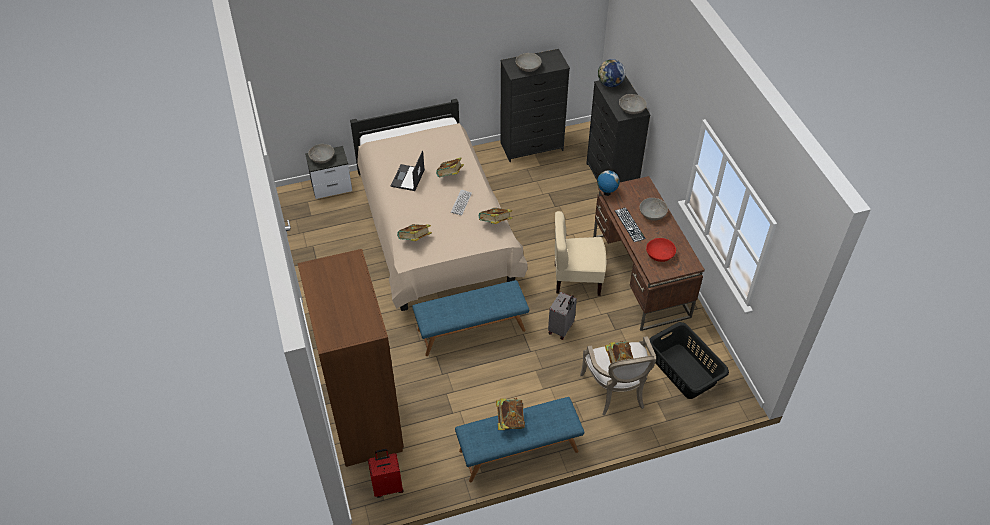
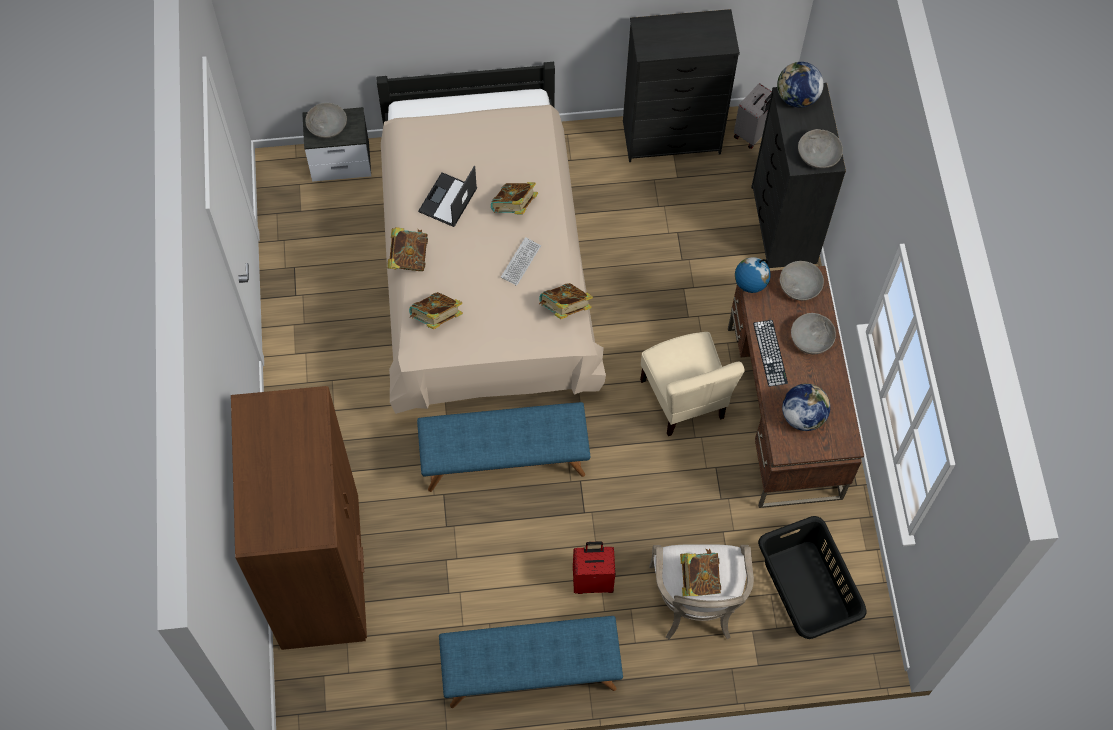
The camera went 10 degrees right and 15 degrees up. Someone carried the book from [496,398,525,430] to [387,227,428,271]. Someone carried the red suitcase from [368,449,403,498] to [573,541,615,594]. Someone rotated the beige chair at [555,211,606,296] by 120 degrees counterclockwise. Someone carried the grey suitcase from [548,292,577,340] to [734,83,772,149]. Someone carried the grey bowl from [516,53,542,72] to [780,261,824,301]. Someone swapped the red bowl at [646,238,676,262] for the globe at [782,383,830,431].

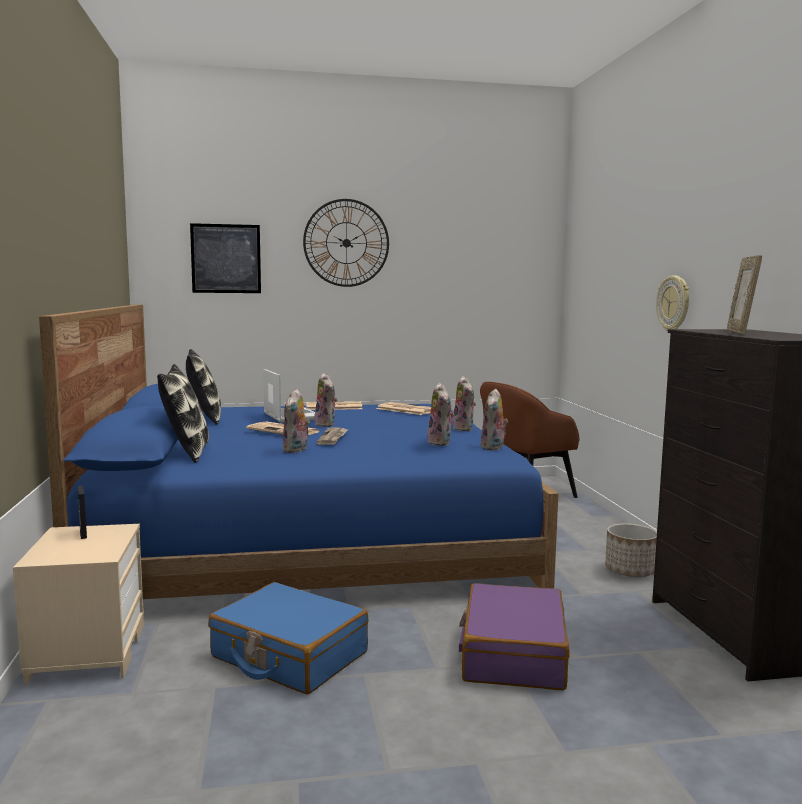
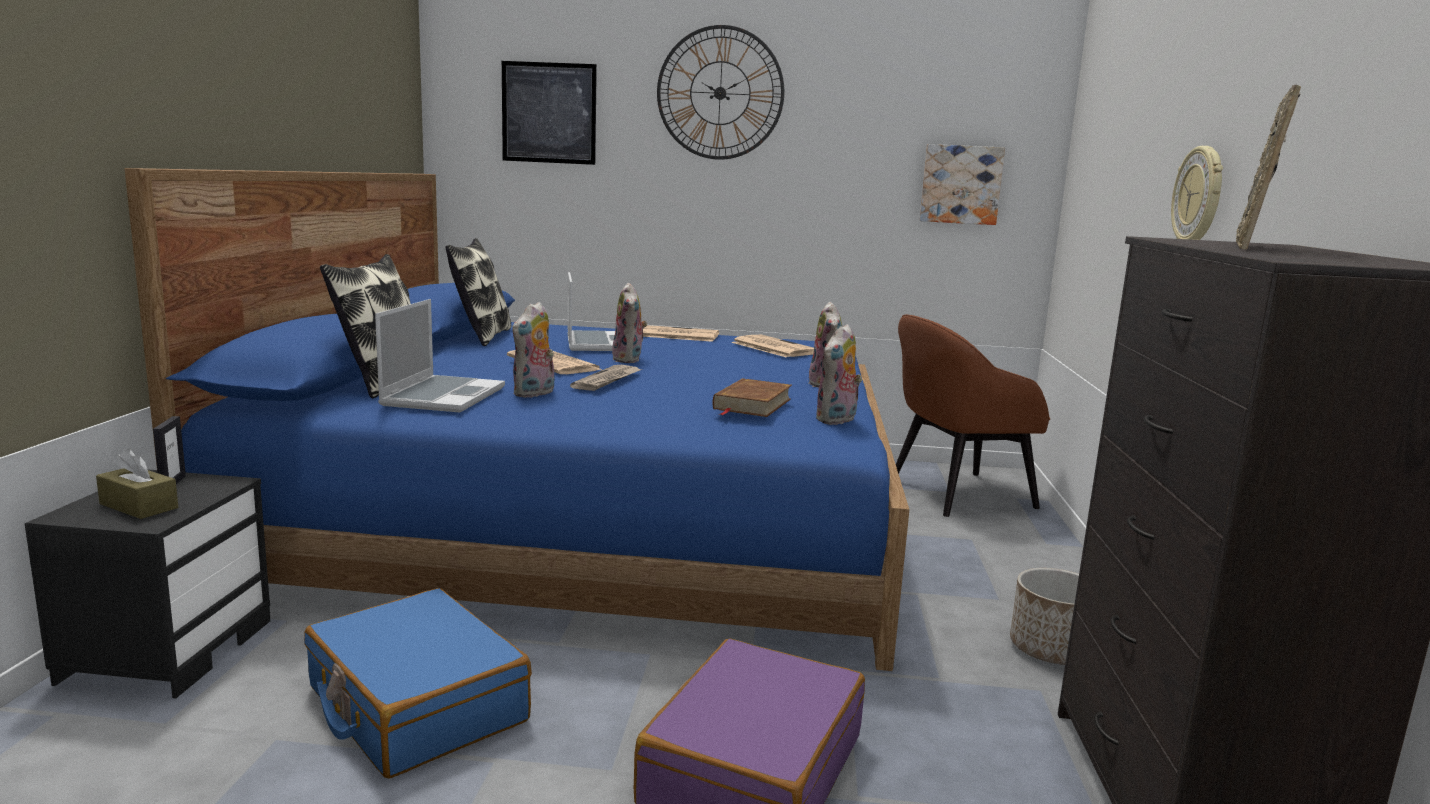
The camera went 15 degrees right and 5 degrees up. Someone repainted the beige nightstand at [13,524,144,686], which became the black nightstand at [25,470,270,699]. Someone put down the brown tissue box at [96,449,178,519]. Someone put down the laptop at [375,299,505,413]. Someone swapped the plush toy at [427,383,454,446] for the brown book at [713,378,792,417]. Someone put up the picture at [919,144,1005,225].

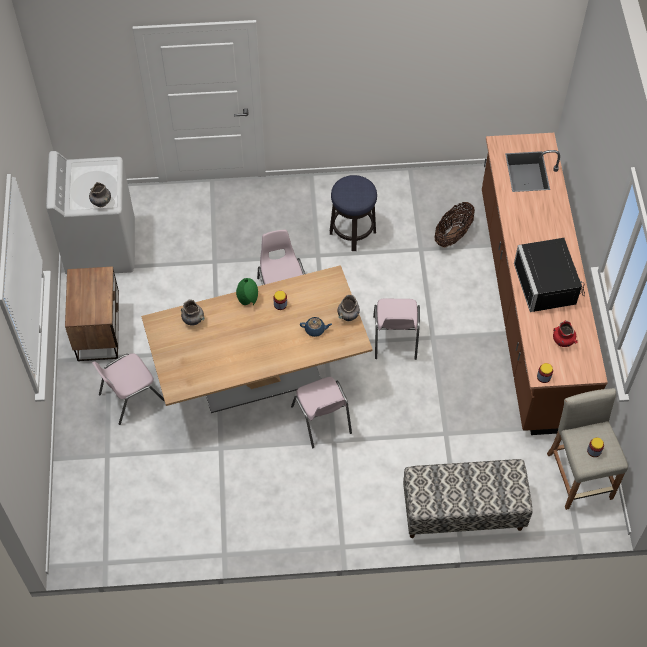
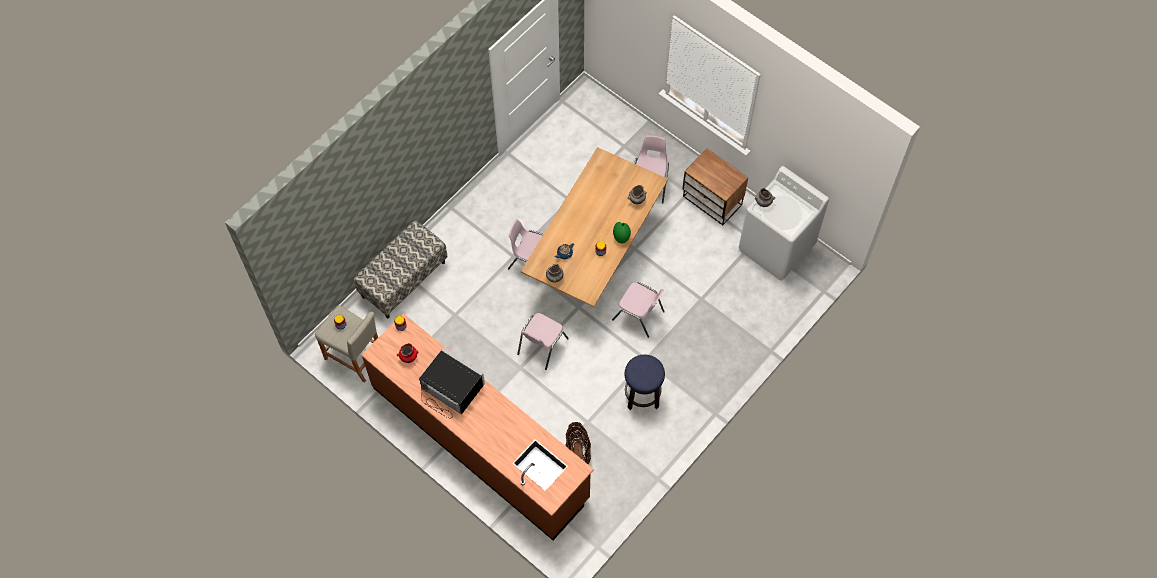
The camera went 135 degrees right and 5 degrees up. Someone rotated the pink chair at [373,298,420,360] by 105 degrees counterclockwise.

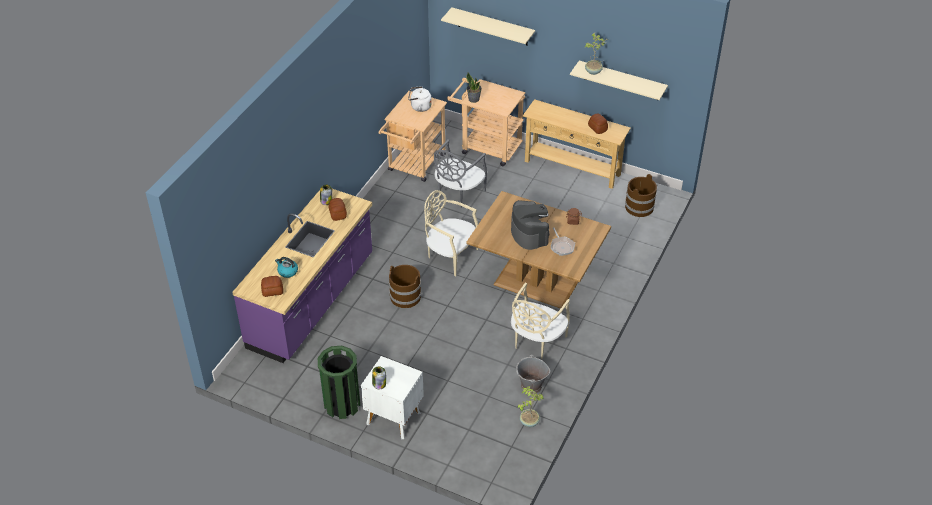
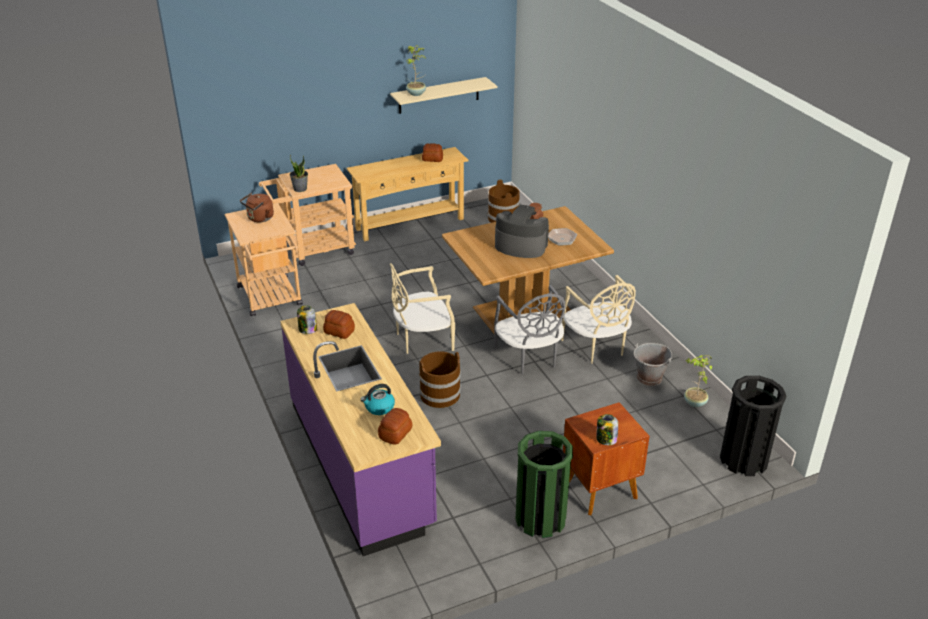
The camera went 50 degrees left and 10 degrees down. Someone repainted the white kettle at [408,86,432,112], which became the brown kettle at [240,193,274,222]. Someone carried the grey chair from [434,139,487,208] to [494,285,565,375]. Someone repainted the white nightstand at [361,356,424,439], which became the brown nightstand at [563,402,649,515]. Someone put down the black trash can at [720,376,786,476]. Someone took away the beige shelf at [441,7,535,46].

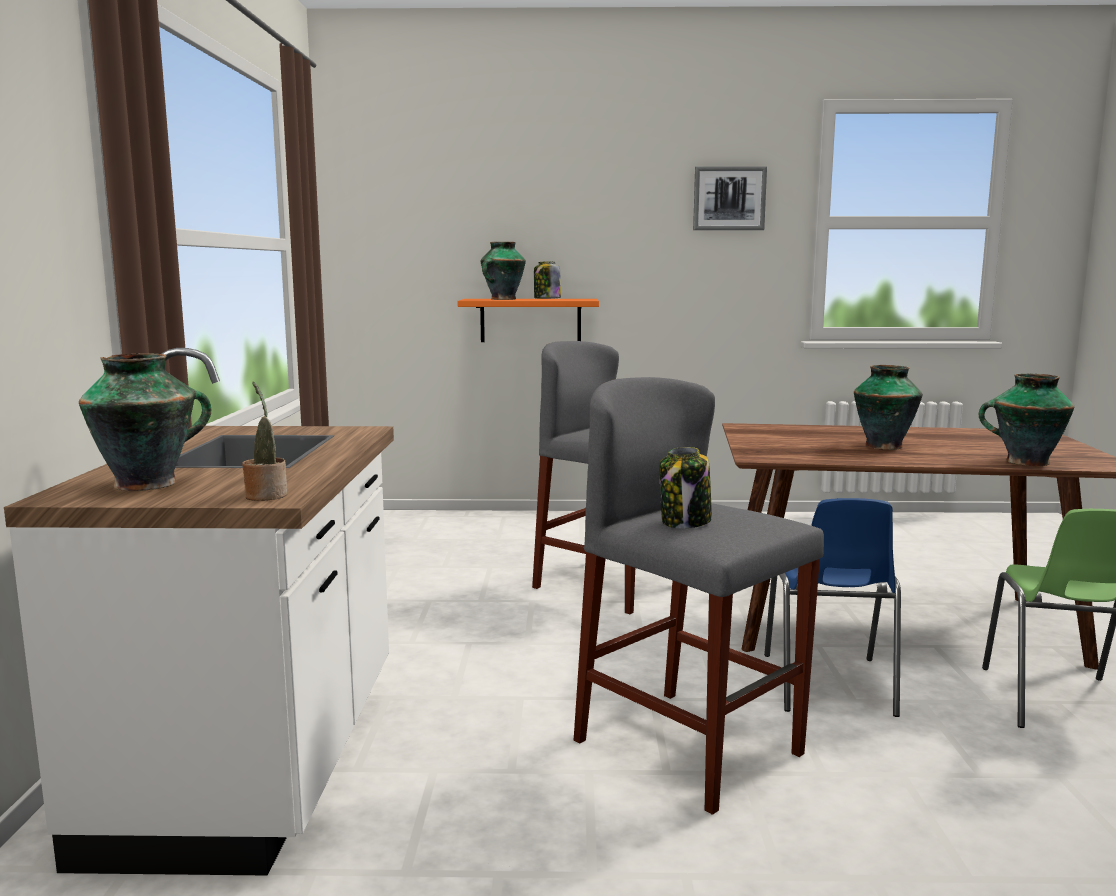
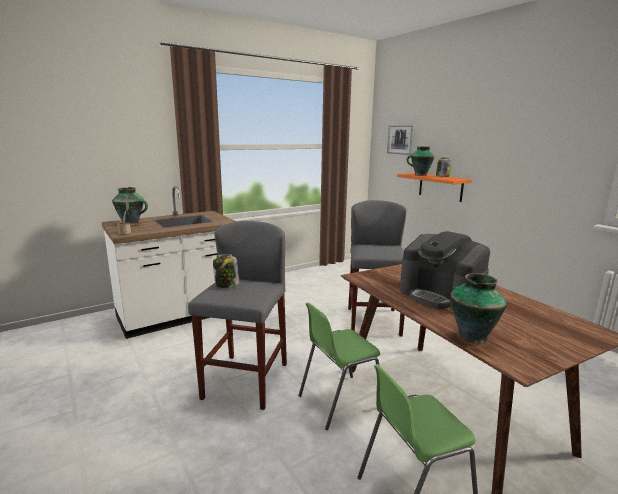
The camera went 55 degrees right and 5 degrees up. Someone repainted the blue chair at [764,498,901,717], which became the green chair at [298,302,380,430]. Someone carried the picture from [693,166,767,230] to [387,125,415,155]. Someone swapped the vase at [854,365,923,450] for the coffee machine at [400,231,490,311].

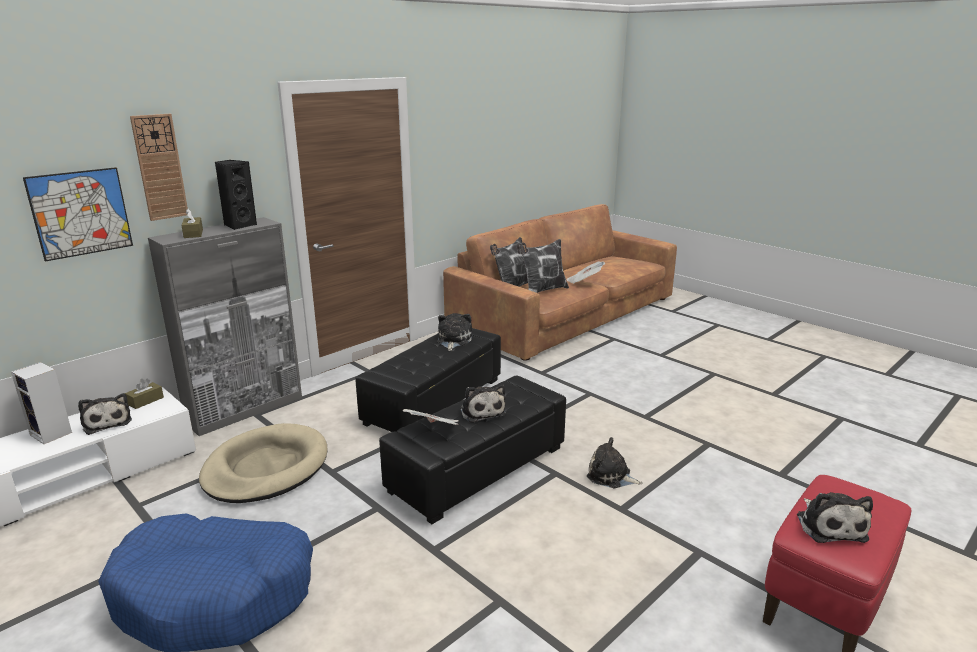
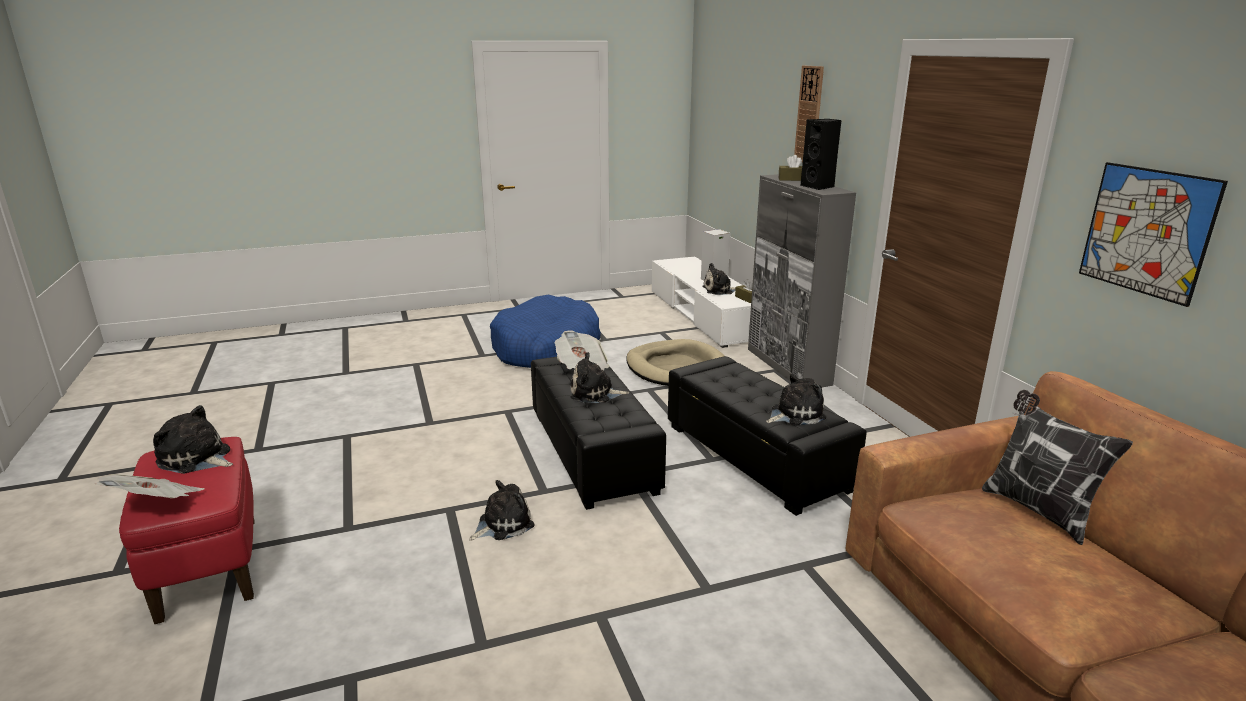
The camera went 115 degrees right and 0 degrees up. Someone carried the newspaper from [566,261,605,284] to [95,474,204,498]. Someone rotated the plush toy at [437,313,472,351] by 60 degrees counterclockwise. Someone carried the picture from [23,167,133,262] to [1079,162,1228,307]. Someone took away the pillow at [517,239,569,293].

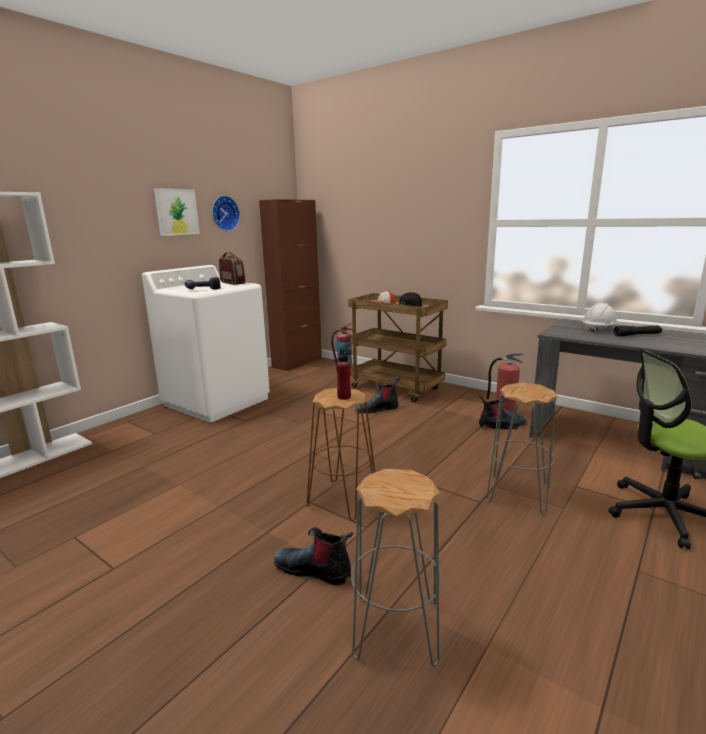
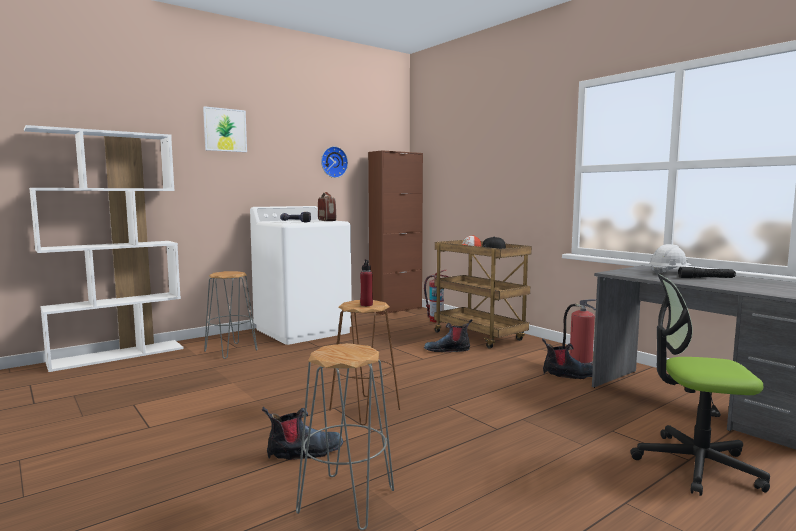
The camera went 15 degrees right and 10 degrees down. Someone carried the picture from [154,188,200,236] to [203,106,247,152]. Someone carried the grey stool from [486,382,558,514] to [204,271,258,359]. Someone rotated the boot at [274,527,353,585] by 120 degrees clockwise.

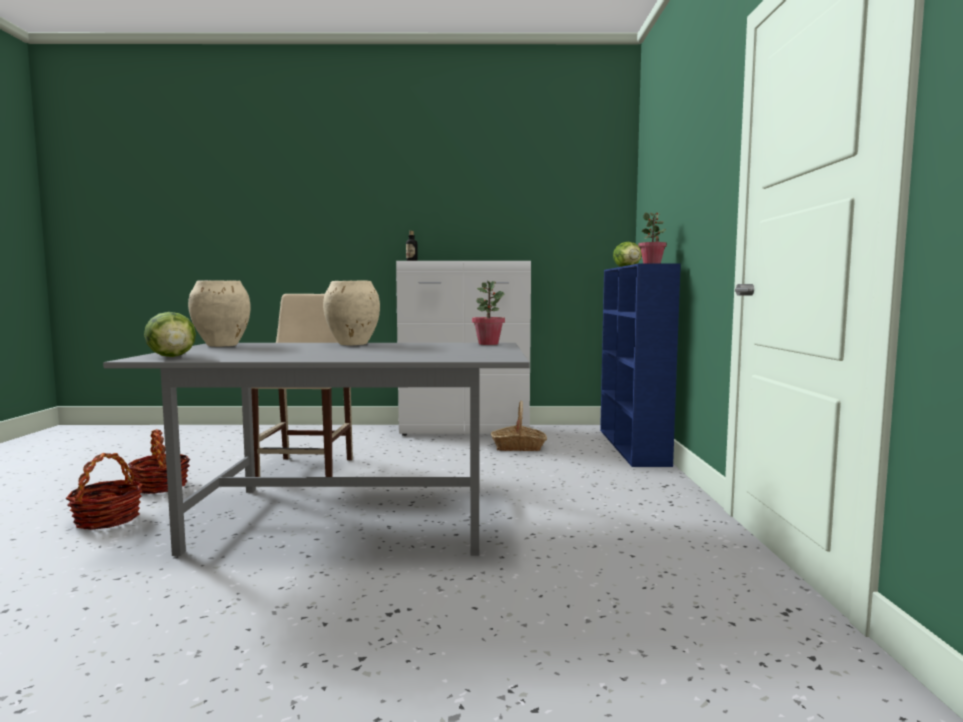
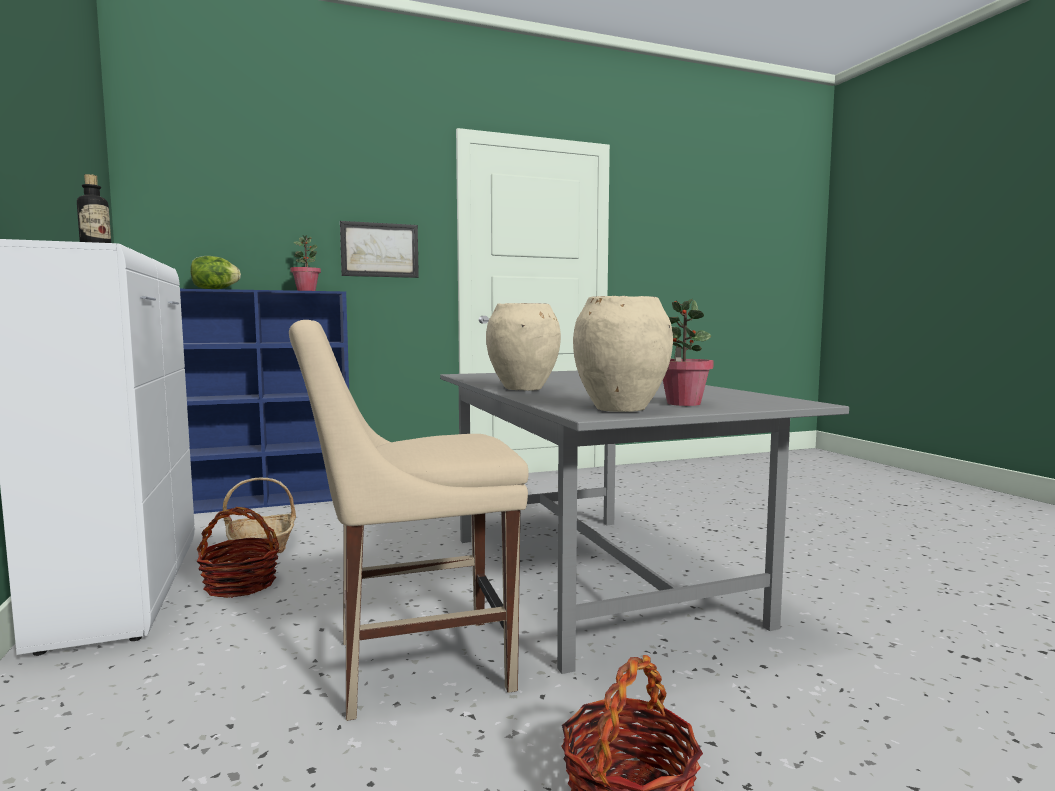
The camera went 110 degrees left and 0 degrees up. Someone carried the basket from [66,453,142,530] to [197,507,279,598]. Someone put up the picture at [340,221,419,278]. Someone carried the potted plant from [472,281,505,345] to [663,299,714,406]. Someone took away the lettuce at [144,312,196,357].

